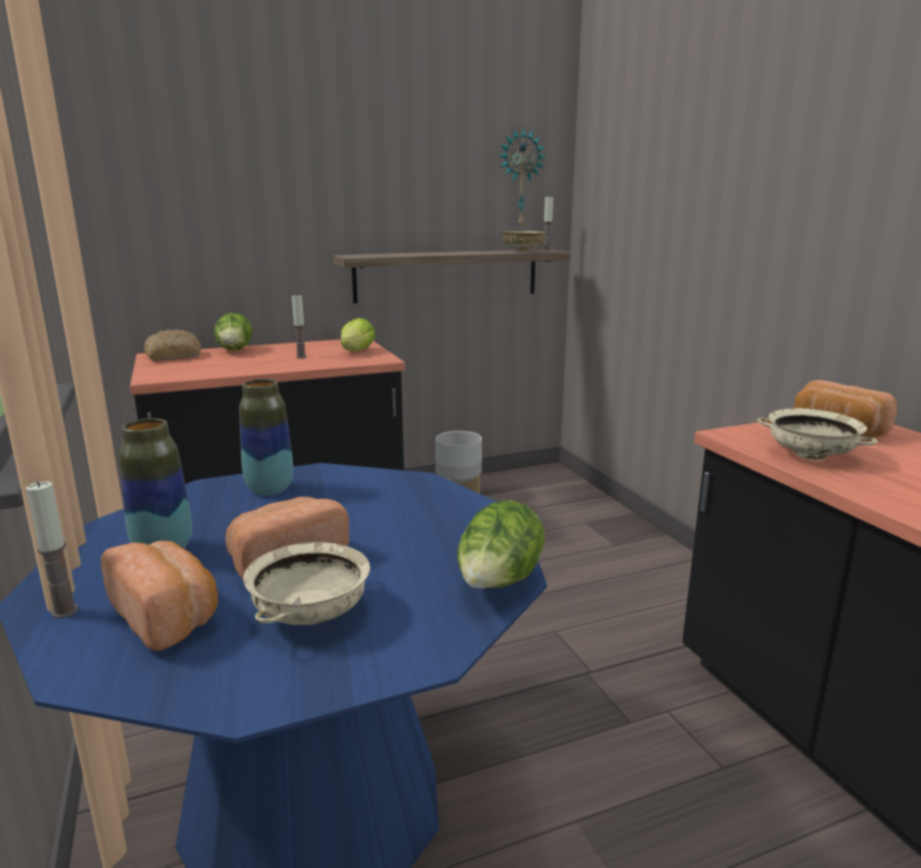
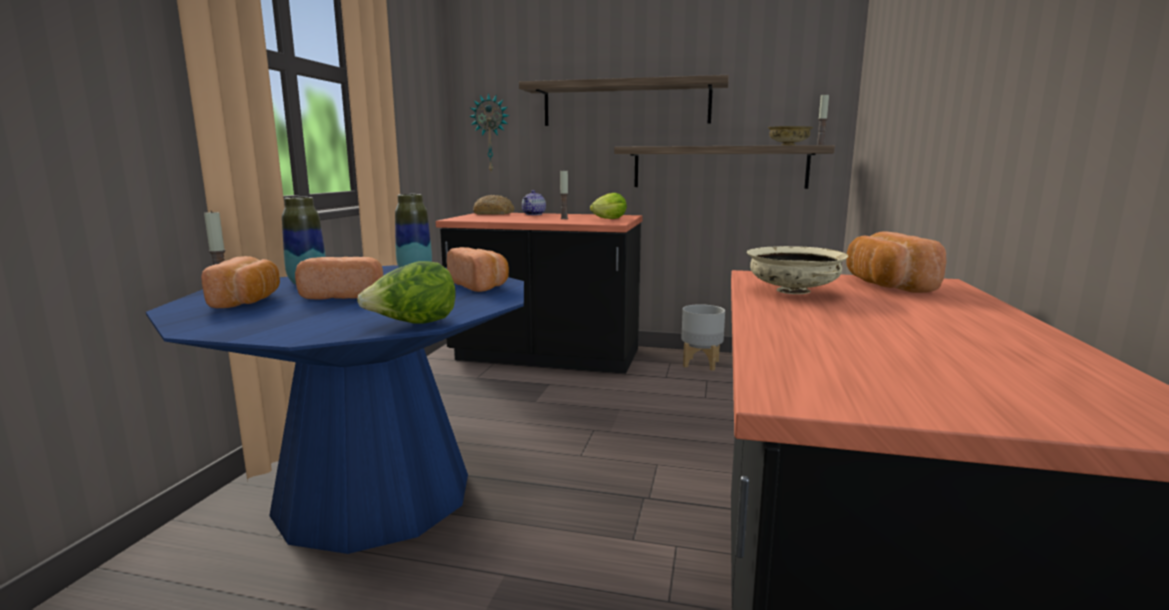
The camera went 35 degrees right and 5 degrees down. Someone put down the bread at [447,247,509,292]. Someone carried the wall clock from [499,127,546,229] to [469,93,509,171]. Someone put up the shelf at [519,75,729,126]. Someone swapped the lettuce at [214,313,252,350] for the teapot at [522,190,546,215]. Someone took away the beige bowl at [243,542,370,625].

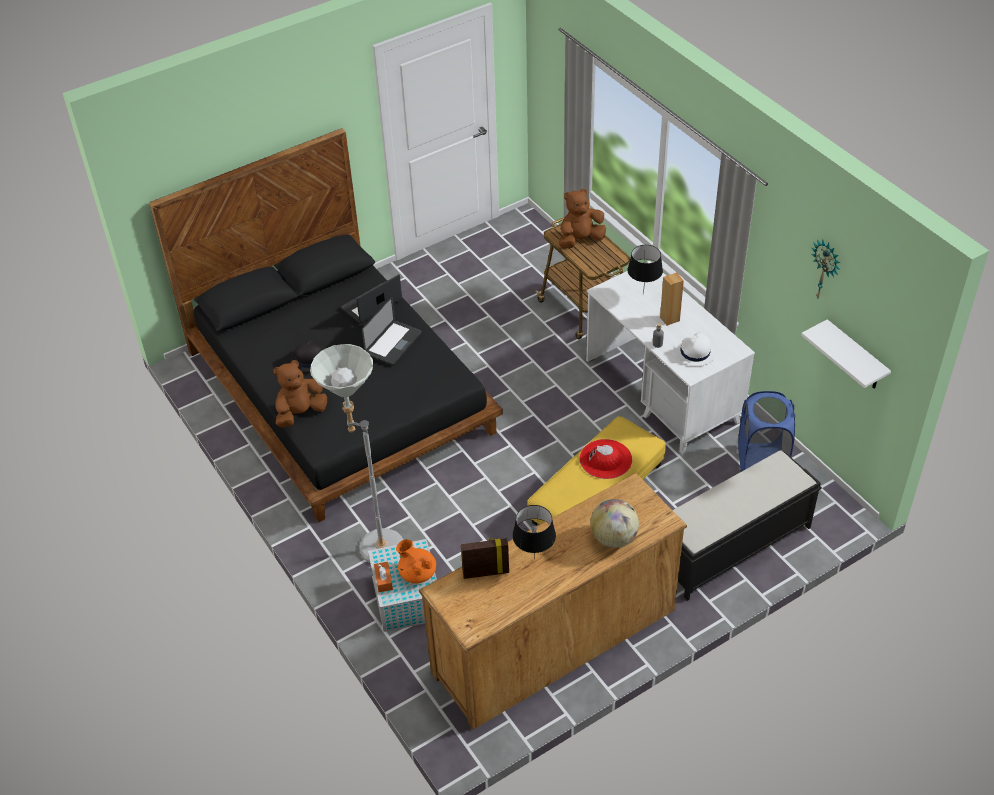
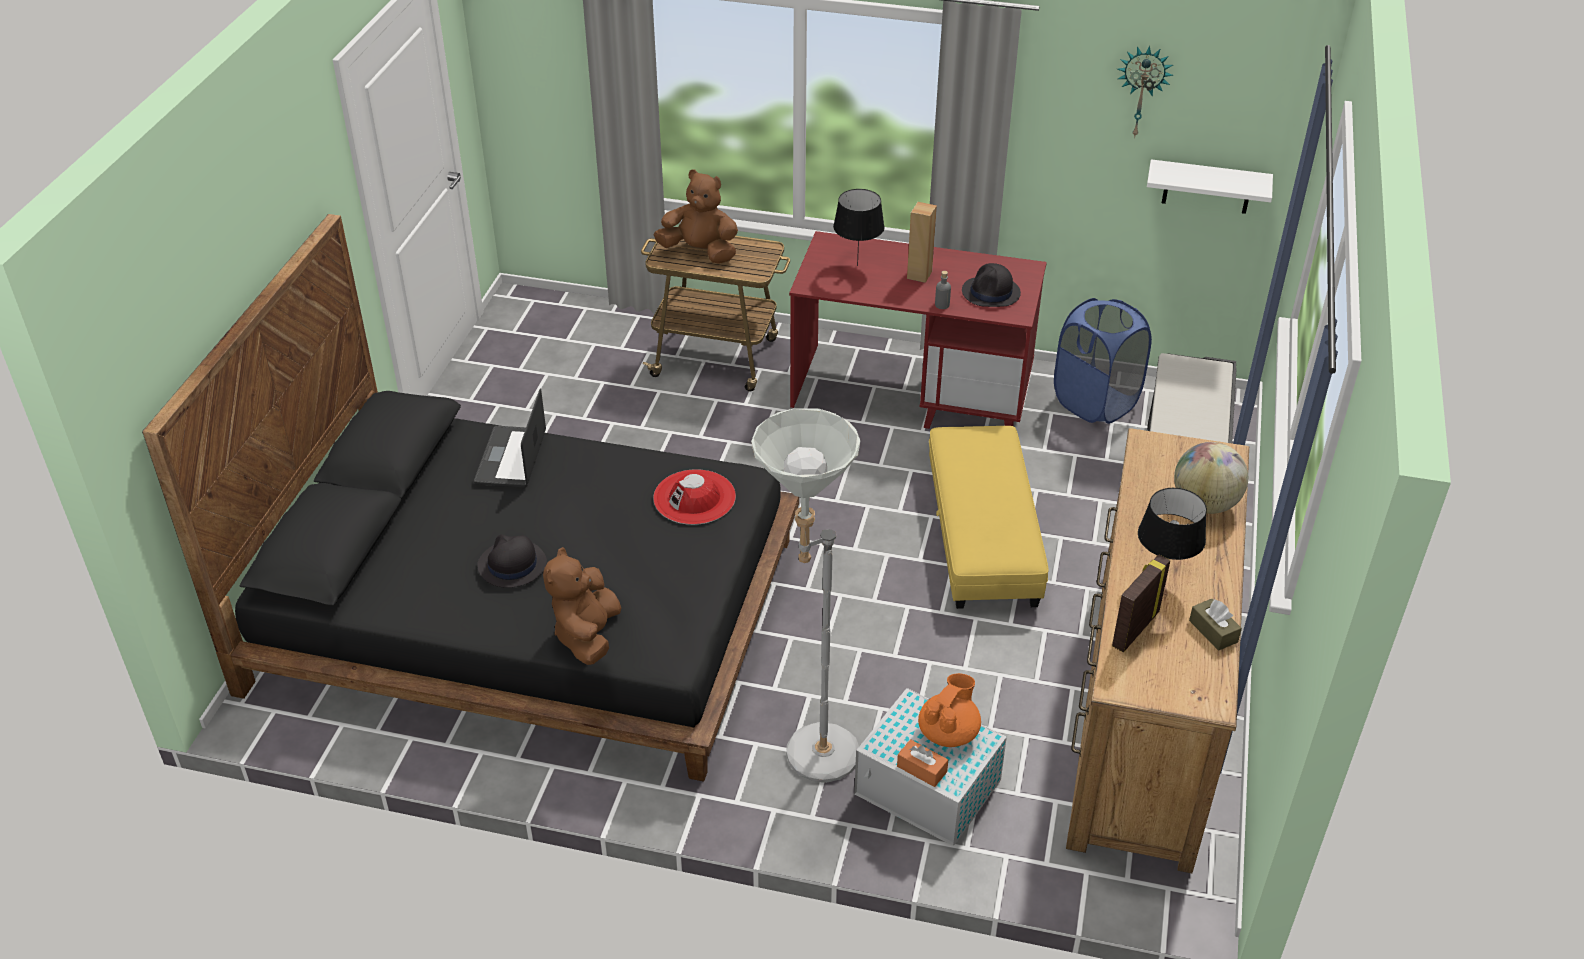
The camera went 45 degrees left and 5 degrees down. Someone rotated the brown plush toy at [559,188,606,248] by 90 degrees clockwise. Someone carried the red hat from [580,439,632,479] to [653,469,736,525]. Someone repainted the white desk at [586,261,755,454], which became the red desk at [789,231,1047,429]. Someone rotated the orange teapot at [396,539,436,583] by 120 degrees clockwise. Someone repainted the white hat at [675,333,716,366], which became the black hat at [962,263,1021,307]. Someone put down the brown tissue box at [1189,599,1242,651]. Someone took away the laptop at [362,297,422,365].

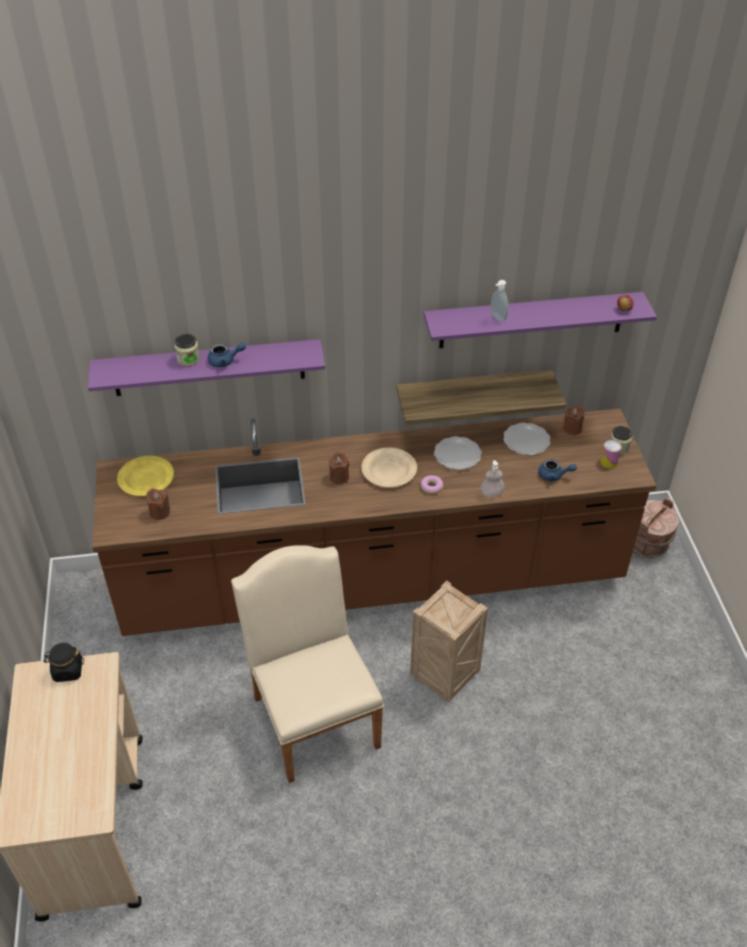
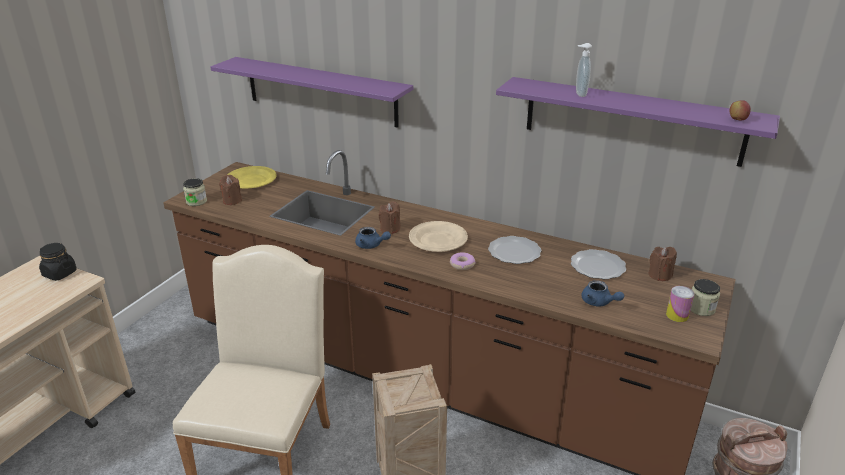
The camera went 35 degrees right and 15 degrees down. Someone carried the jar from [174,334,200,366] to [183,178,207,206]. Someone carried the blue teapot from [208,343,246,367] to [355,227,391,249]. Someone took away the shelf at [396,370,567,425]. Someone took away the soap dispenser at [480,460,505,497].

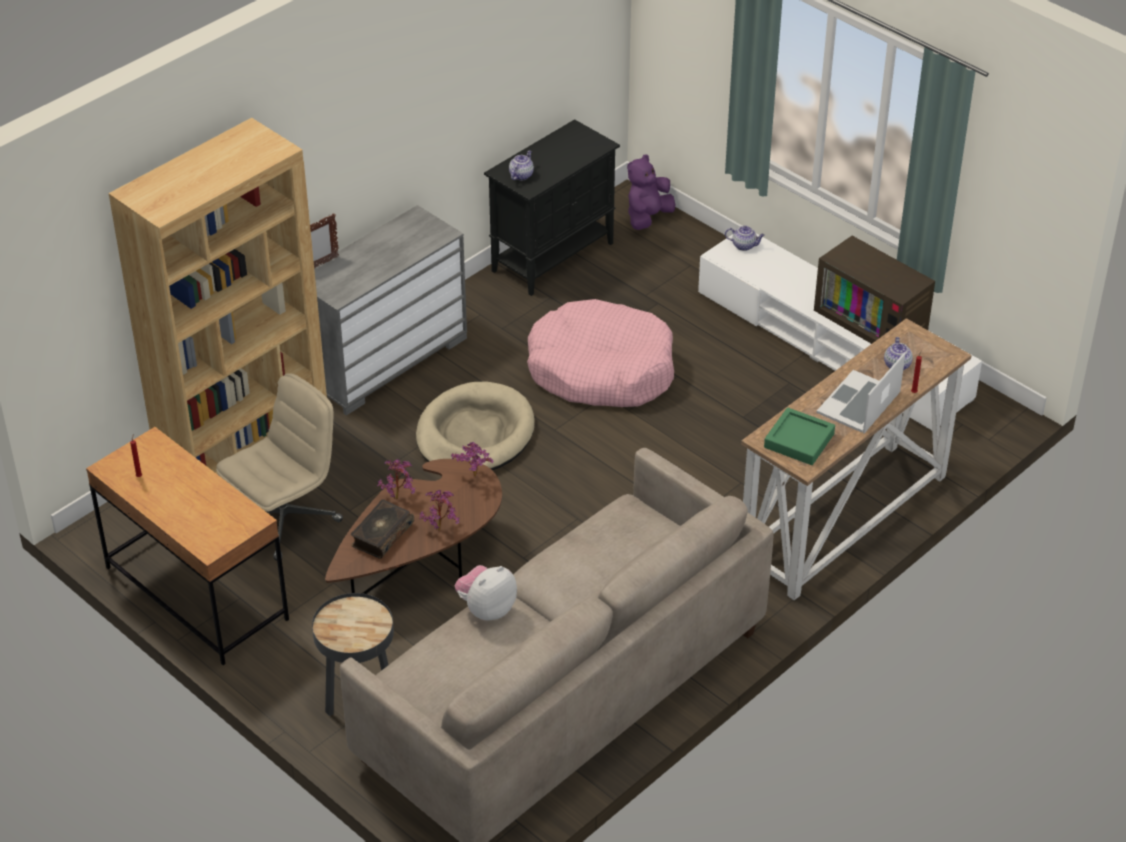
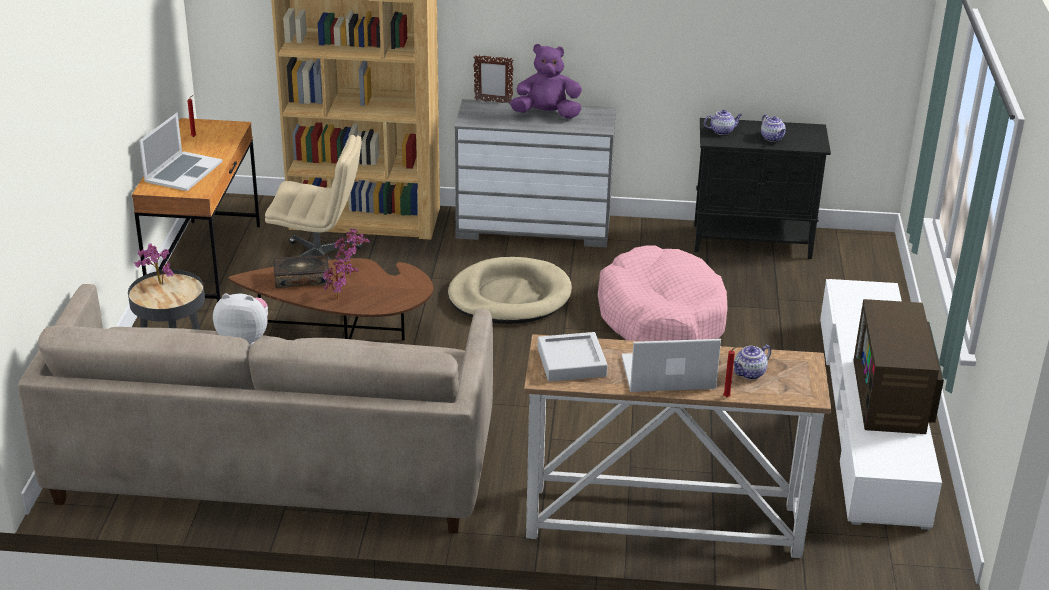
The camera went 50 degrees right and 10 degrees down. Someone carried the potted plant from [451,442,493,477] to [134,243,173,284]. Someone put down the laptop at [139,113,223,191]. Someone carried the purple plush toy from [627,155,676,230] to [510,44,582,119]. Someone repainted the green tray at [764,407,835,465], which became the grey tray at [537,332,608,382]. Someone carried the teapot from [725,226,765,251] to [761,114,786,142].

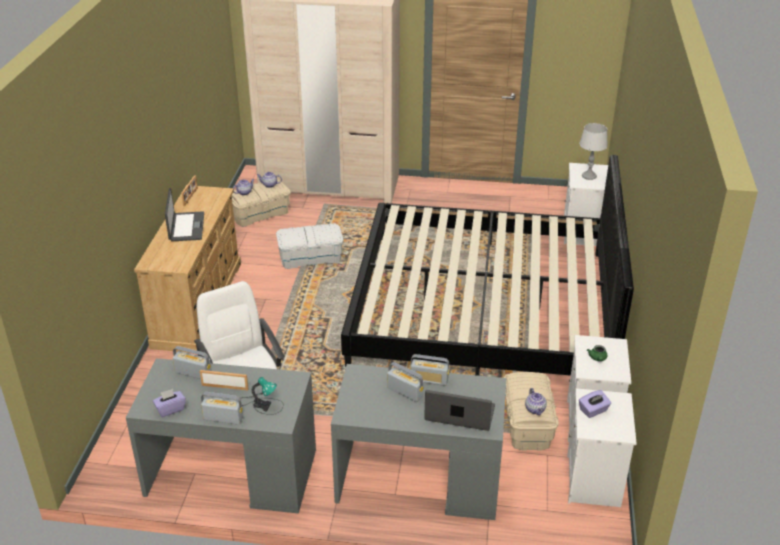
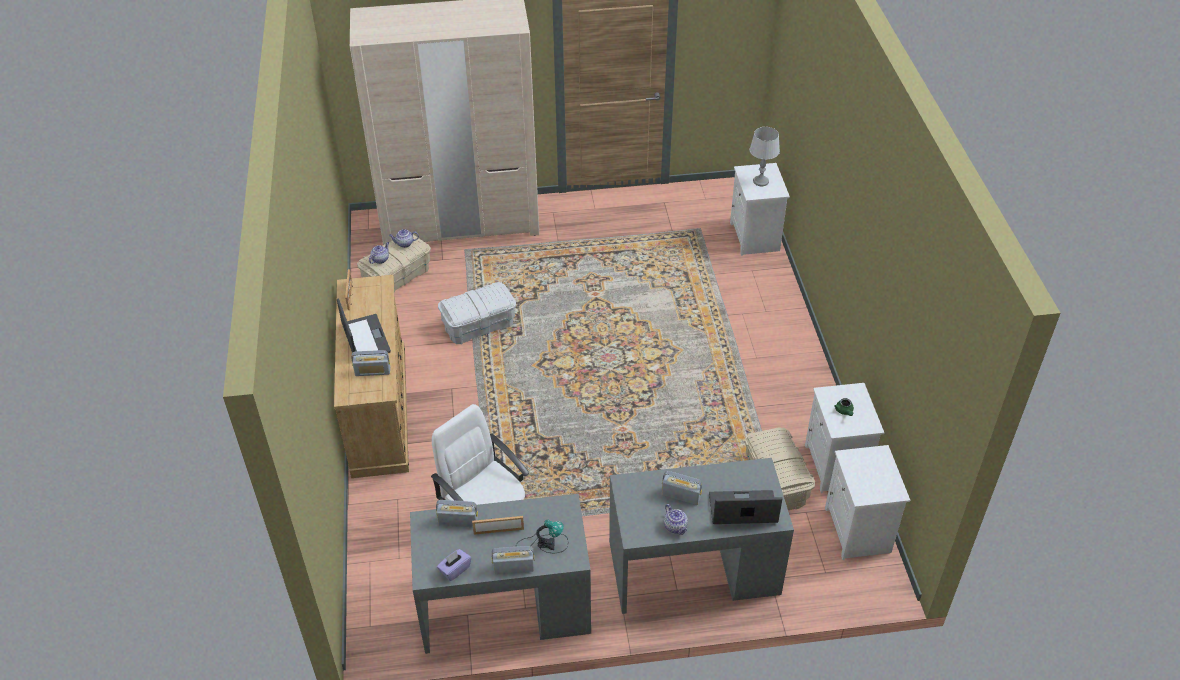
The camera went 15 degrees left and 10 degrees up. Someone carried the radio from [410,354,450,386] to [351,350,390,376]. Someone carried the teapot from [525,388,547,415] to [664,504,688,535]. Someone took away the bed at [341,155,634,376]. Someone took away the purple tissue box at [579,390,611,418].

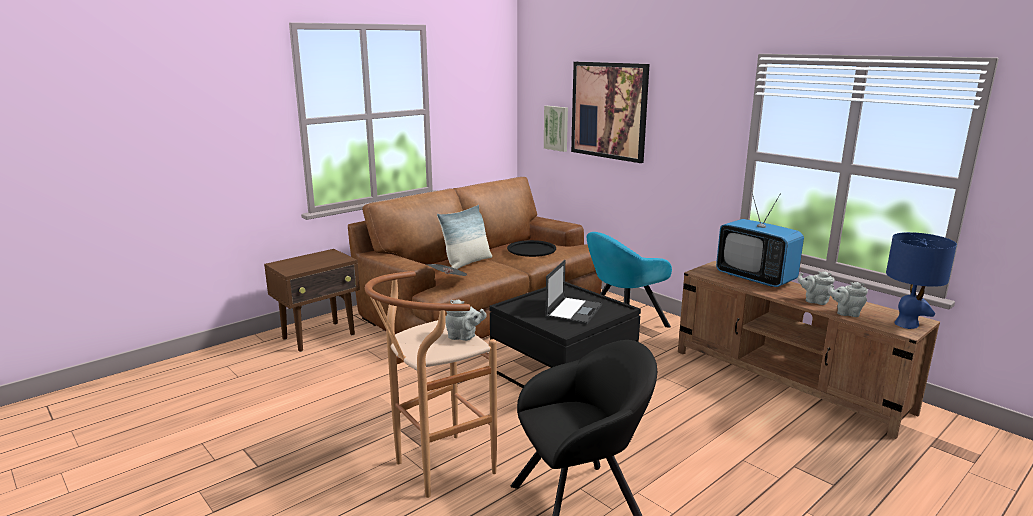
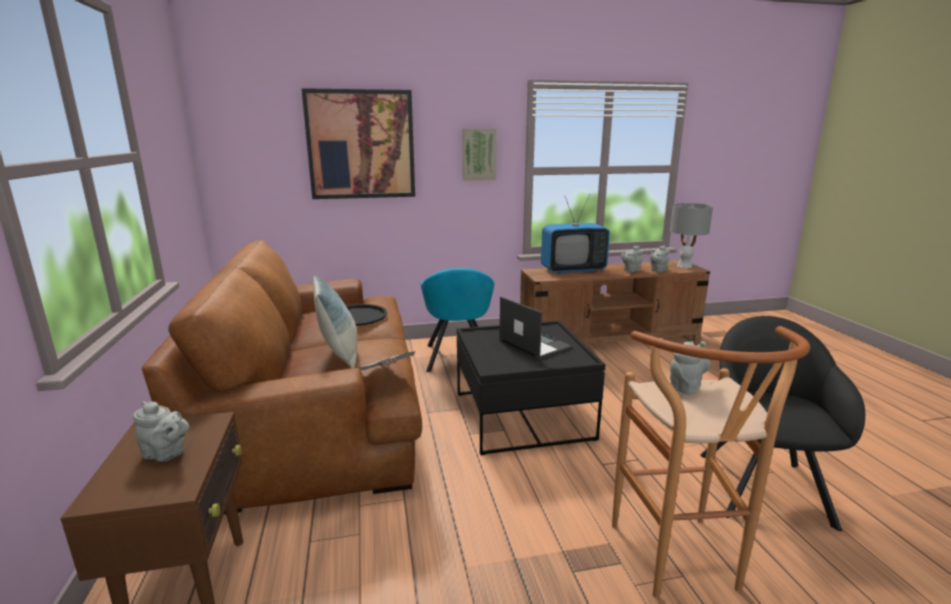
The camera went 60 degrees left and 0 degrees up. Someone put down the grey teapot at [133,401,189,462]. Someone carried the picture from [544,106,568,152] to [462,128,497,180]. Someone repainted the blue table lamp at [886,232,957,329], which became the grey table lamp at [670,203,713,268].

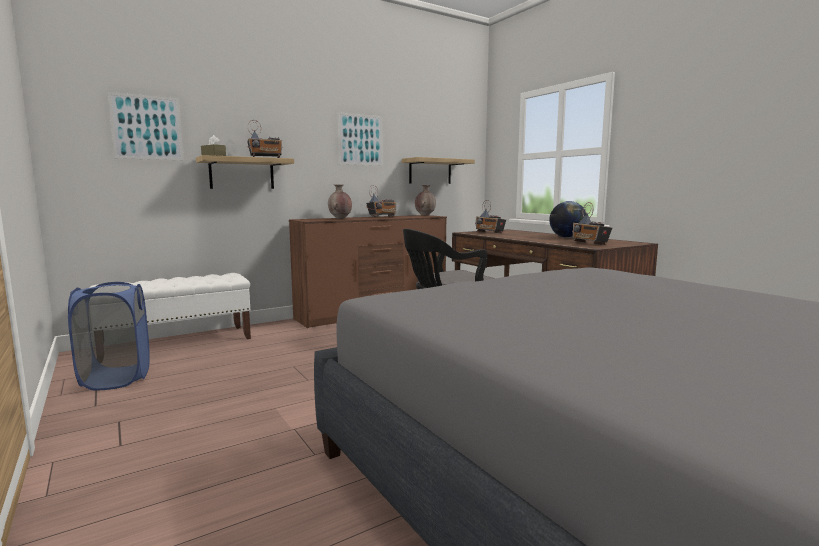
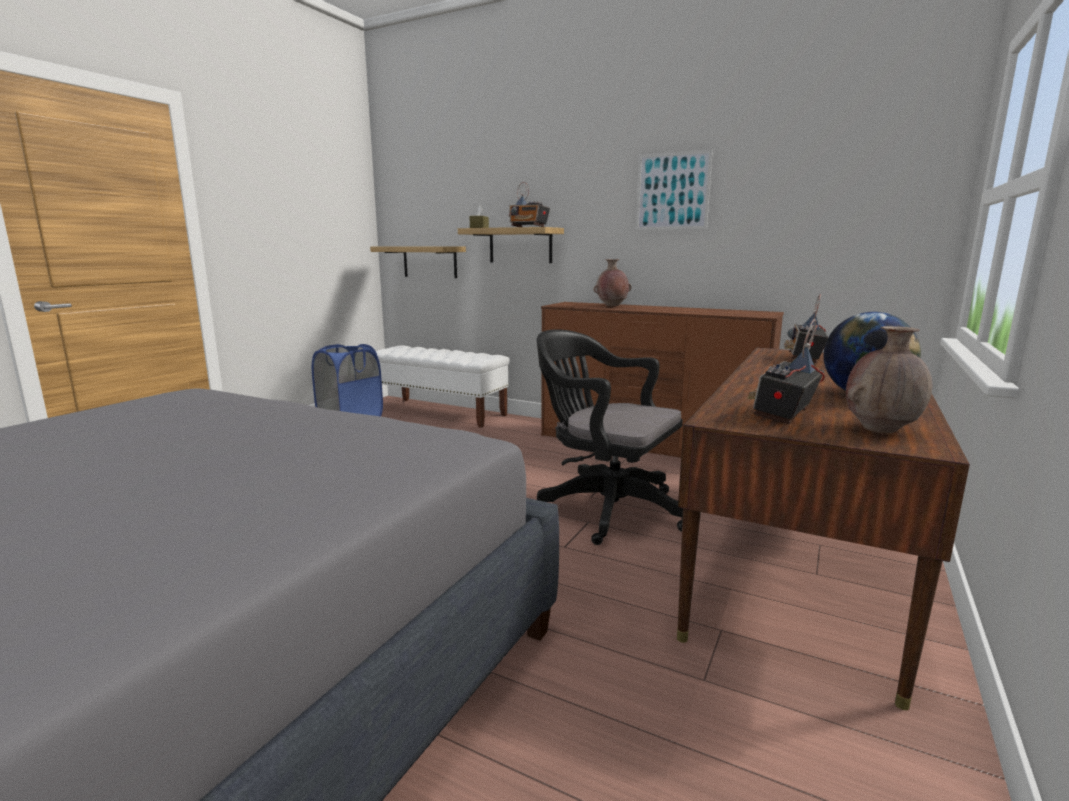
The camera went 60 degrees right and 5 degrees up. Someone carried the shelf from [402,157,475,184] to [370,246,466,278]. Someone carried the brown vase from [415,185,436,216] to [846,326,932,433]. Someone took away the picture at [108,92,184,160]. Someone took away the radio at [366,185,396,217].

